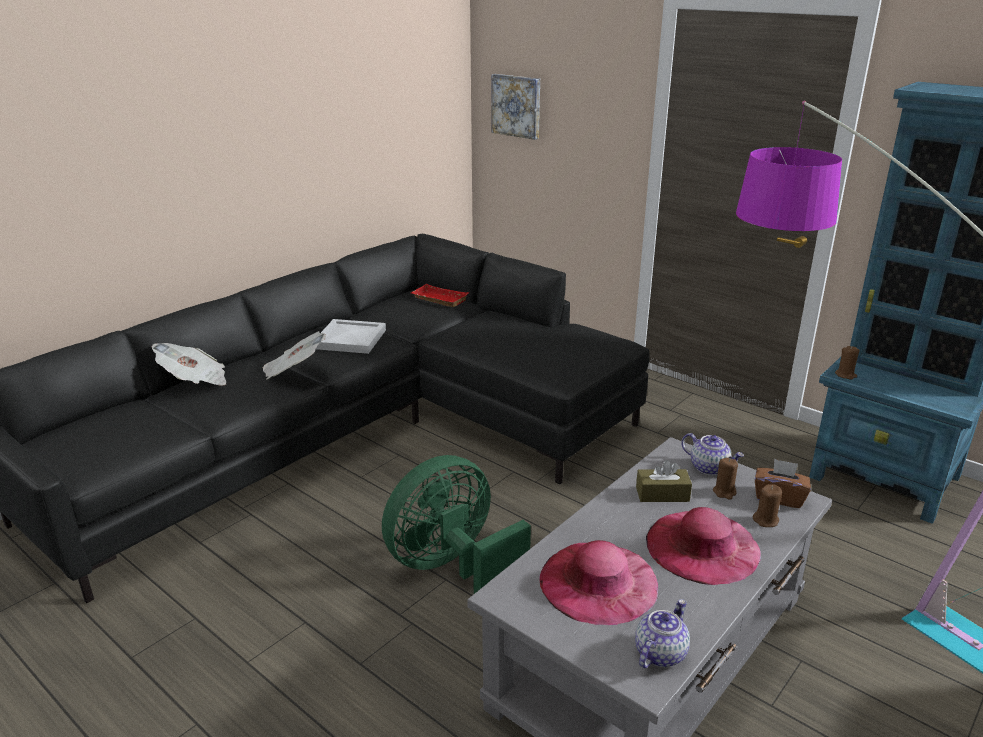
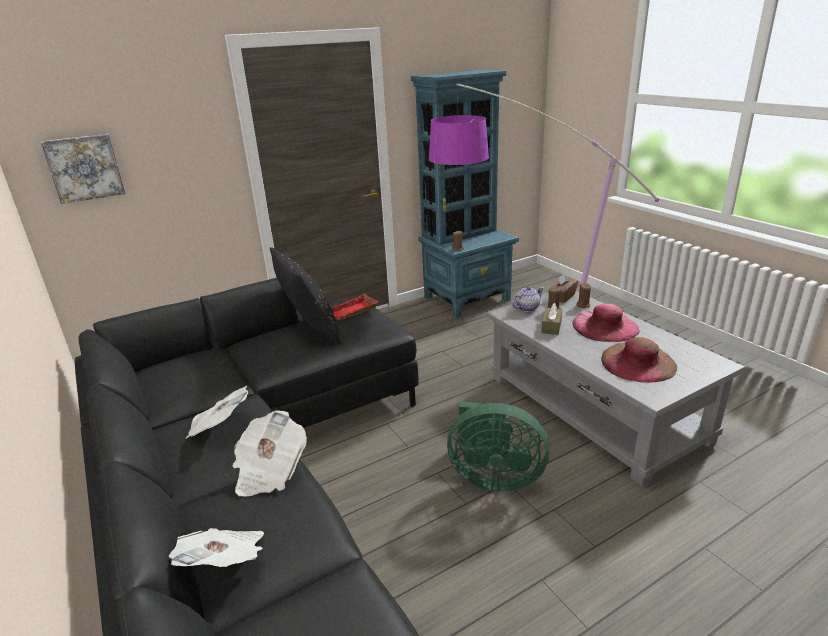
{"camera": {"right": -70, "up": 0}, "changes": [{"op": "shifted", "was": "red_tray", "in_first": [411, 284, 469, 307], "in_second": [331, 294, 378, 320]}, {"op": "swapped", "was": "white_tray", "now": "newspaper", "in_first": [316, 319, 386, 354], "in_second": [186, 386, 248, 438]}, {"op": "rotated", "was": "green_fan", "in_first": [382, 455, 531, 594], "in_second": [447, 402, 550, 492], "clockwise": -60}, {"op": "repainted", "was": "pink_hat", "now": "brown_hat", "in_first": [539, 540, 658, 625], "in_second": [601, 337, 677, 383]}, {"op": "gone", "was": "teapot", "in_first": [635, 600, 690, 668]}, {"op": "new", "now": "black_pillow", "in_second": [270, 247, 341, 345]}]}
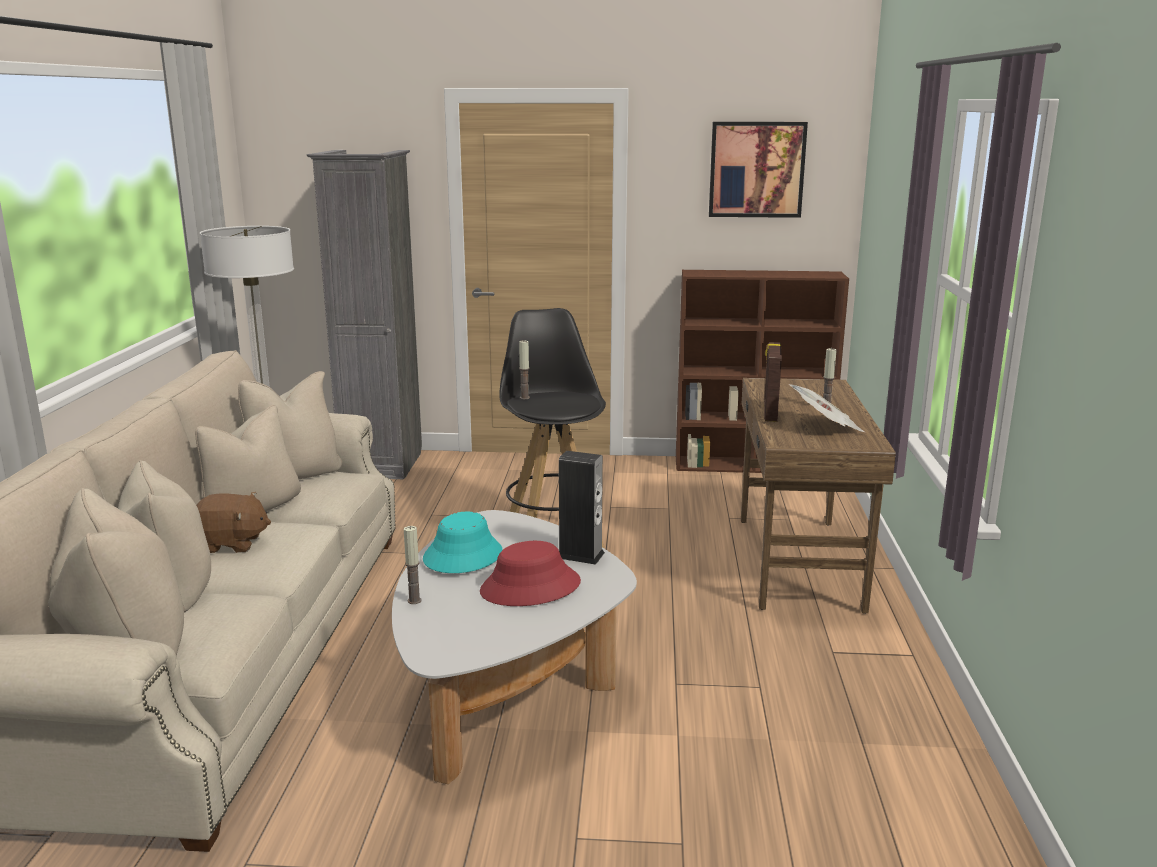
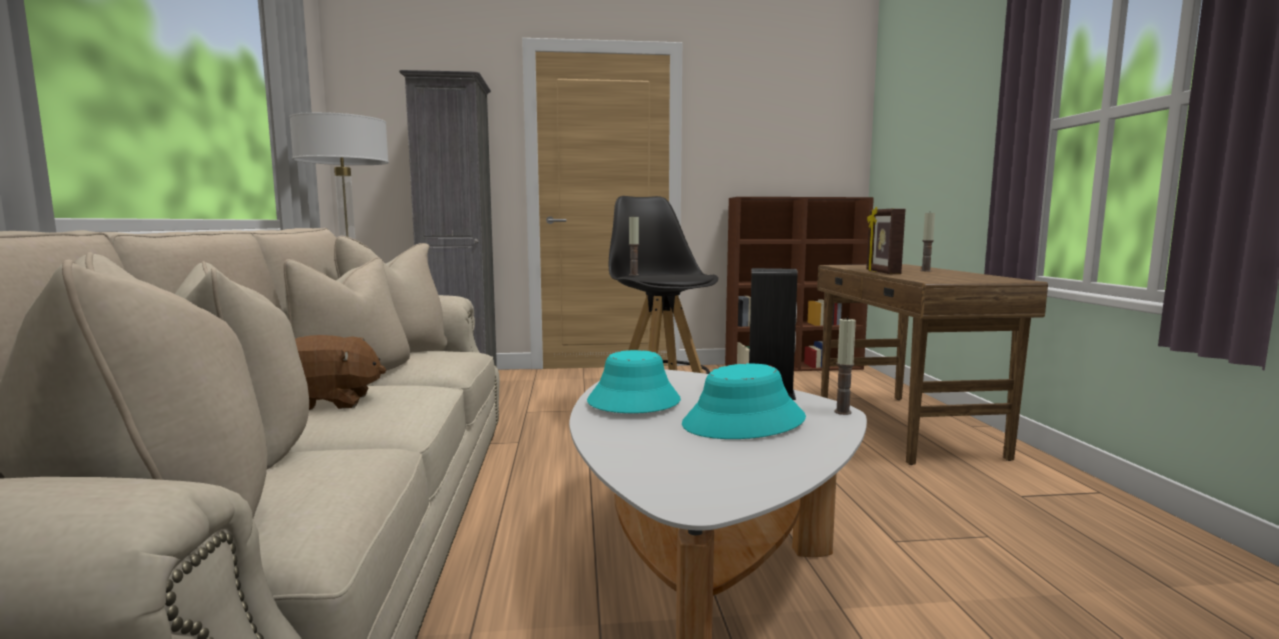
{"camera": {"right": -10, "up": -10}, "changes": [{"op": "gone", "was": "picture", "in_first": [709, 122, 808, 218]}, {"op": "gone", "was": "newspaper", "in_first": [789, 384, 864, 432]}, {"op": "shifted", "was": "candle", "in_first": [404, 526, 422, 604], "in_second": [834, 317, 856, 415]}, {"op": "repainted", "was": "red_hat", "now": "turquoise_hat", "in_first": [480, 541, 581, 606], "in_second": [682, 364, 806, 439]}]}
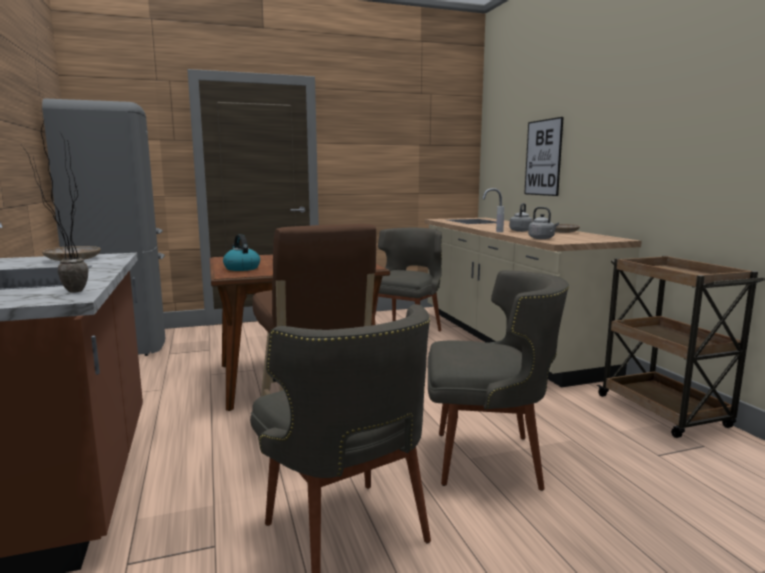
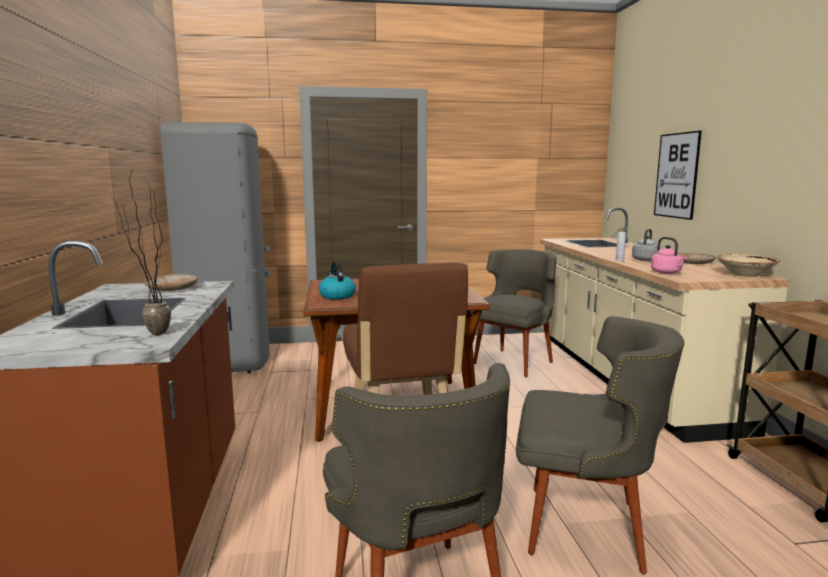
{"camera": {"right": 10, "up": 0}, "changes": [{"op": "repainted", "was": "grey_kettle", "now": "pink_kettle", "in_first": [528, 207, 559, 239], "in_second": [651, 237, 687, 274]}, {"op": "new", "now": "beige_bowl", "in_second": [716, 254, 780, 277]}]}
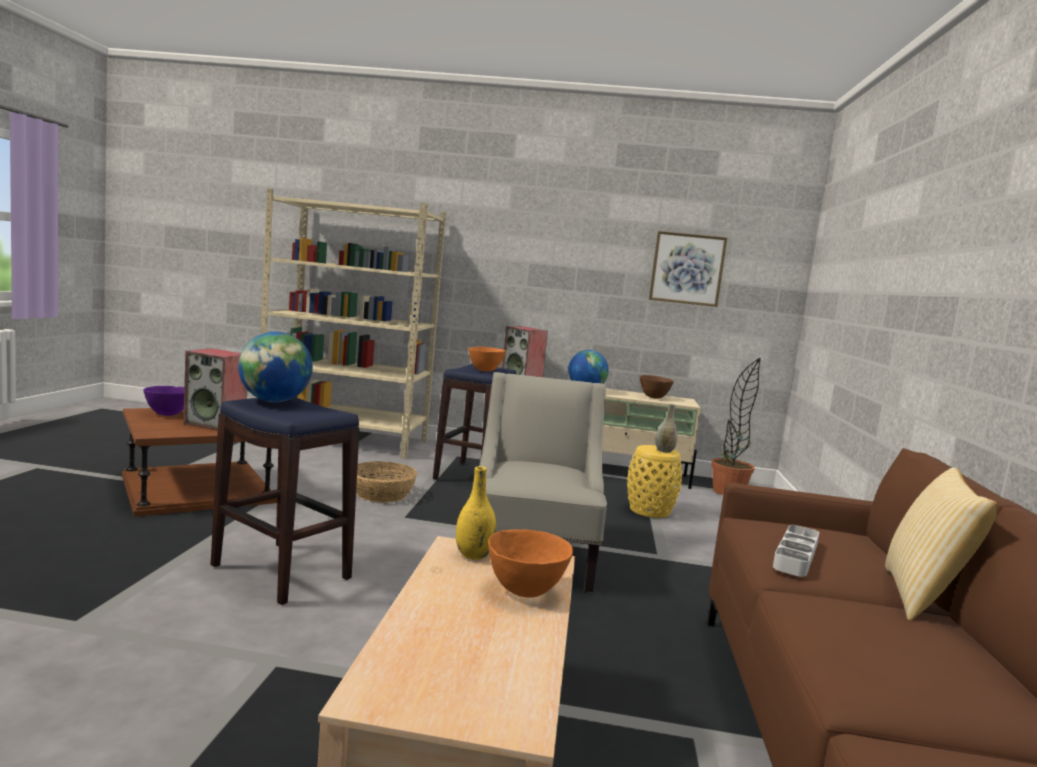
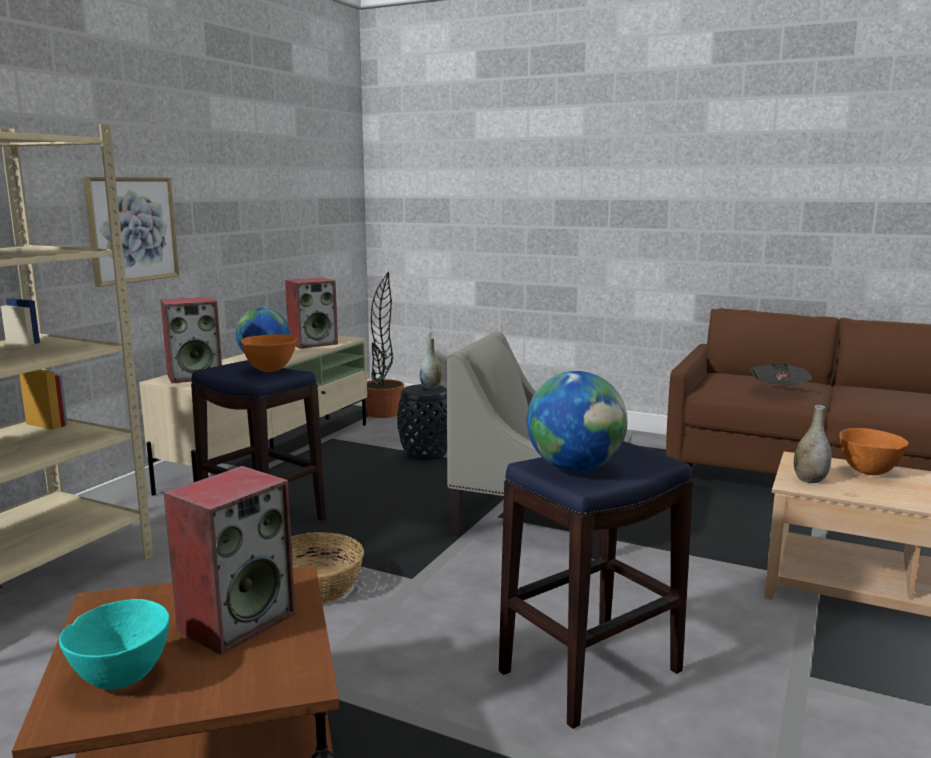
{"camera": {"right": -70, "up": 5}, "changes": [{"op": "shifted", "was": "picture", "in_first": [649, 231, 727, 307], "in_second": [83, 177, 179, 287]}, {"op": "swapped", "was": "brown_bowl", "now": "speaker", "in_first": [640, 375, 674, 399], "in_second": [285, 278, 338, 349]}, {"op": "repainted", "was": "purple_bowl", "now": "turquoise_bowl", "in_first": [143, 386, 184, 416], "in_second": [59, 599, 170, 690]}, {"op": "repainted", "was": "yellow_stool", "now": "black_stool", "in_first": [627, 445, 682, 518], "in_second": [397, 384, 447, 460]}, {"op": "repainted", "was": "yellow_vase", "now": "grey_vase", "in_first": [456, 466, 497, 560], "in_second": [794, 405, 832, 483]}, {"op": "gone", "was": "pillow", "in_first": [885, 468, 997, 621]}, {"op": "swapped", "was": "grey_tray", "now": "newspaper", "in_first": [773, 525, 819, 577], "in_second": [749, 364, 813, 386]}]}
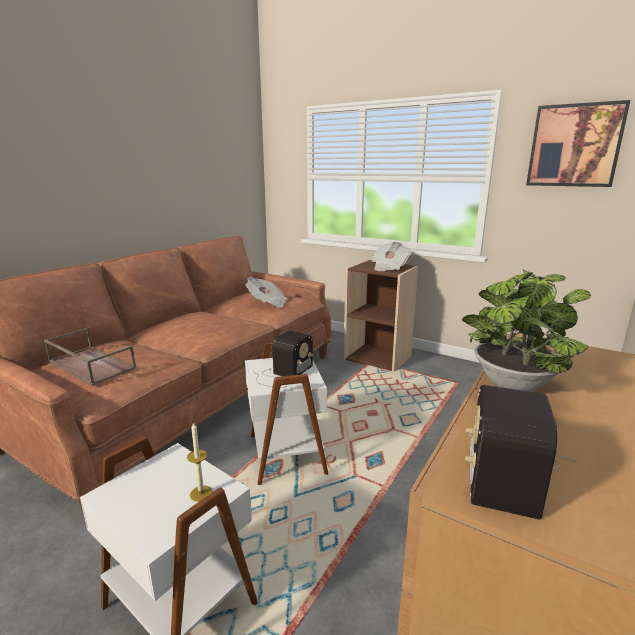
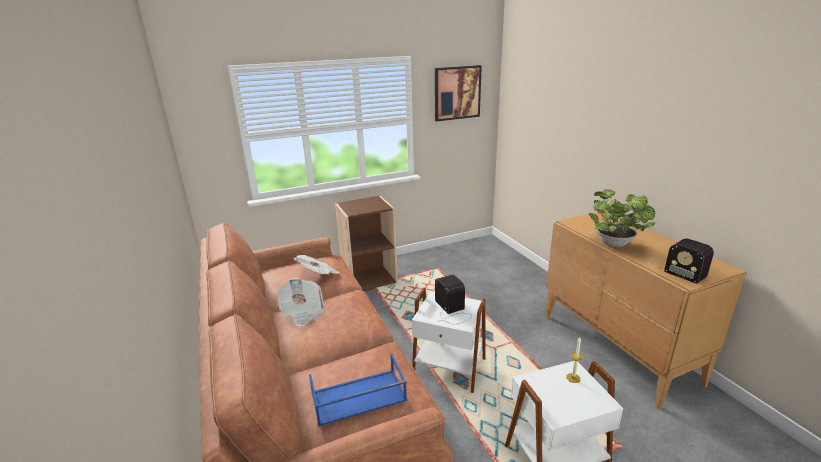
{"camera": {"right": -55, "up": 5}, "changes": [{"op": "shifted", "was": "newspaper", "in_first": [372, 242, 411, 271], "in_second": [277, 278, 324, 327]}, {"op": "repainted", "was": "brown_tray", "now": "blue_tray", "in_first": [44, 328, 136, 386], "in_second": [309, 353, 407, 427]}]}
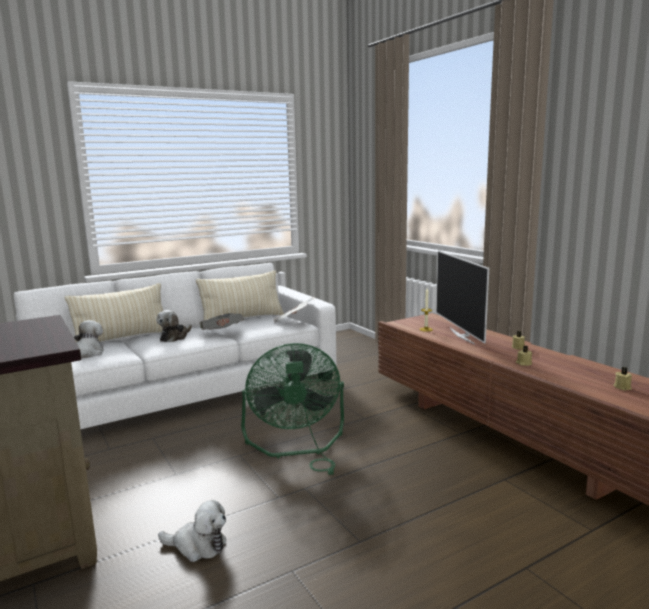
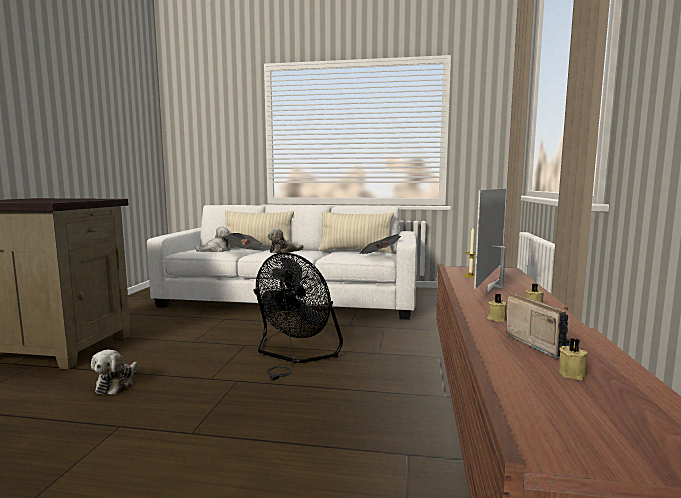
{"camera": {"right": 40, "up": -5}, "changes": [{"op": "shifted", "was": "newspaper", "in_first": [199, 313, 244, 330], "in_second": [225, 233, 263, 250]}, {"op": "repainted", "was": "green_fan", "now": "black_fan", "in_first": [241, 343, 344, 475], "in_second": [253, 253, 343, 381]}, {"op": "rotated", "was": "plush_toy", "in_first": [158, 500, 226, 562], "in_second": [91, 350, 137, 395], "clockwise": 45}, {"op": "new", "now": "radio", "in_second": [506, 293, 570, 358]}]}
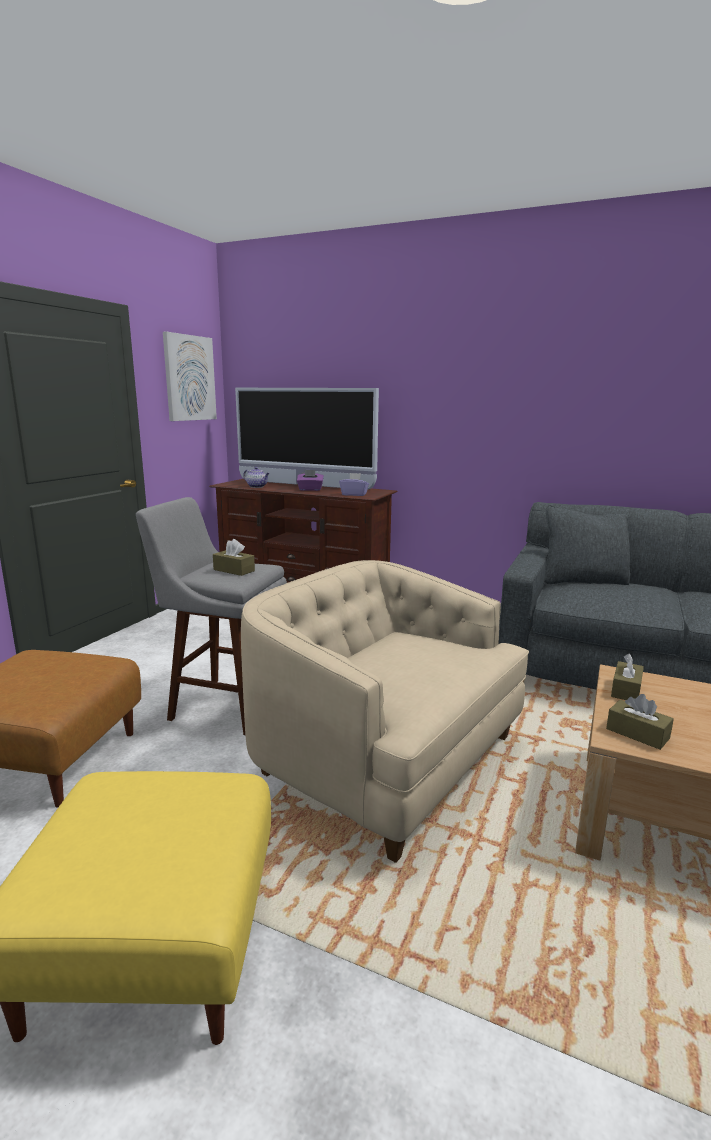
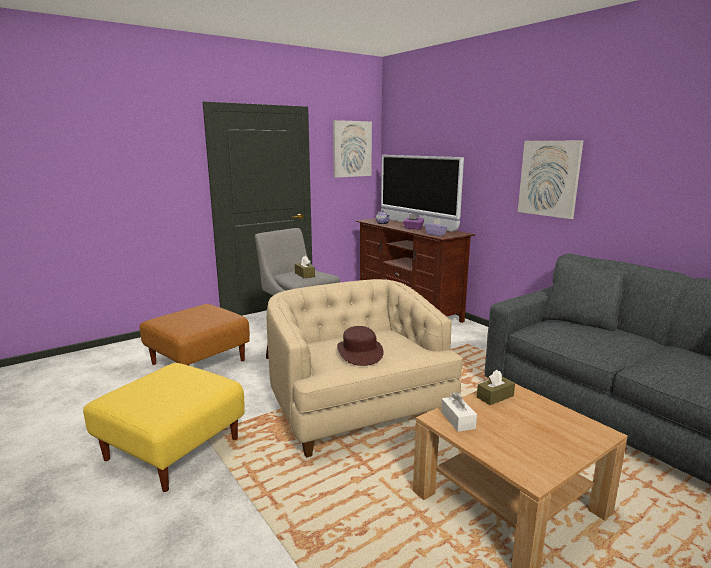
{"camera": {"right": 30, "up": 0}, "changes": [{"op": "repainted", "was": "brown_tissue_box", "now": "white_tissue_box", "in_first": [606, 694, 674, 750], "in_second": [441, 392, 477, 432]}, {"op": "new", "now": "picture", "in_second": [518, 141, 583, 219]}, {"op": "new", "now": "brown_hat", "in_second": [337, 326, 384, 366]}]}
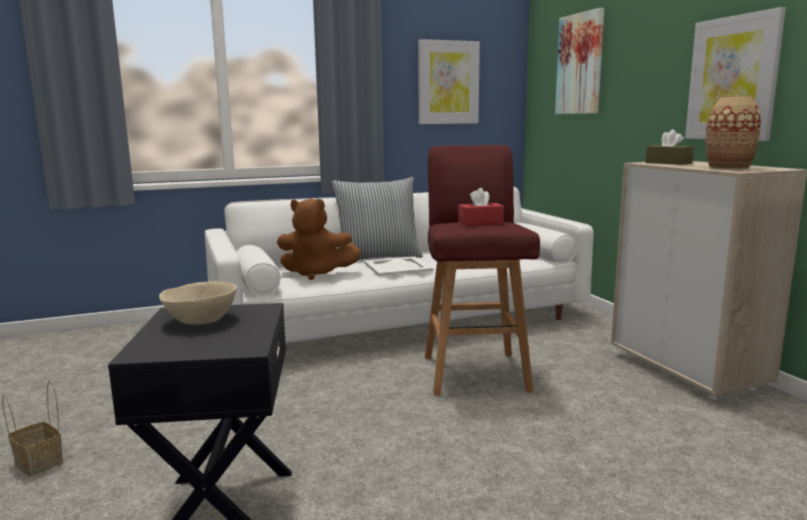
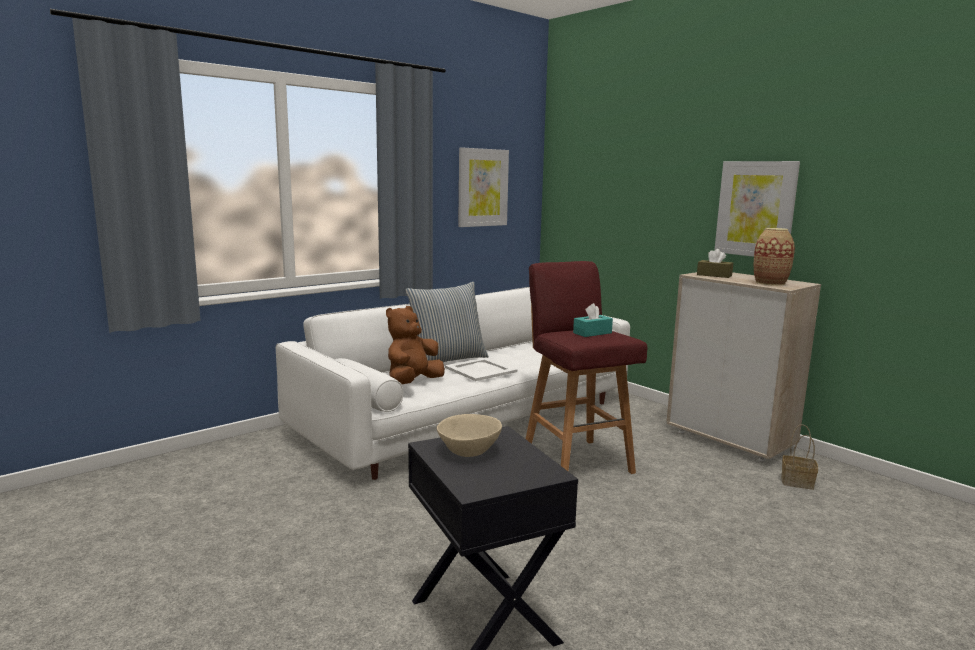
{"camera": {"right": -20, "up": 0}, "changes": [{"op": "gone", "was": "picture", "in_first": [555, 8, 604, 114]}, {"op": "repainted", "was": "red_tissue_box", "now": "turquoise_tissue_box", "in_first": [458, 188, 504, 226], "in_second": [573, 303, 613, 337]}, {"op": "rotated", "was": "brown_plush_toy", "in_first": [277, 199, 361, 280], "in_second": [386, 306, 445, 384], "clockwise": 135}, {"op": "shifted", "was": "basket", "in_first": [2, 381, 63, 476], "in_second": [781, 424, 818, 490]}]}
